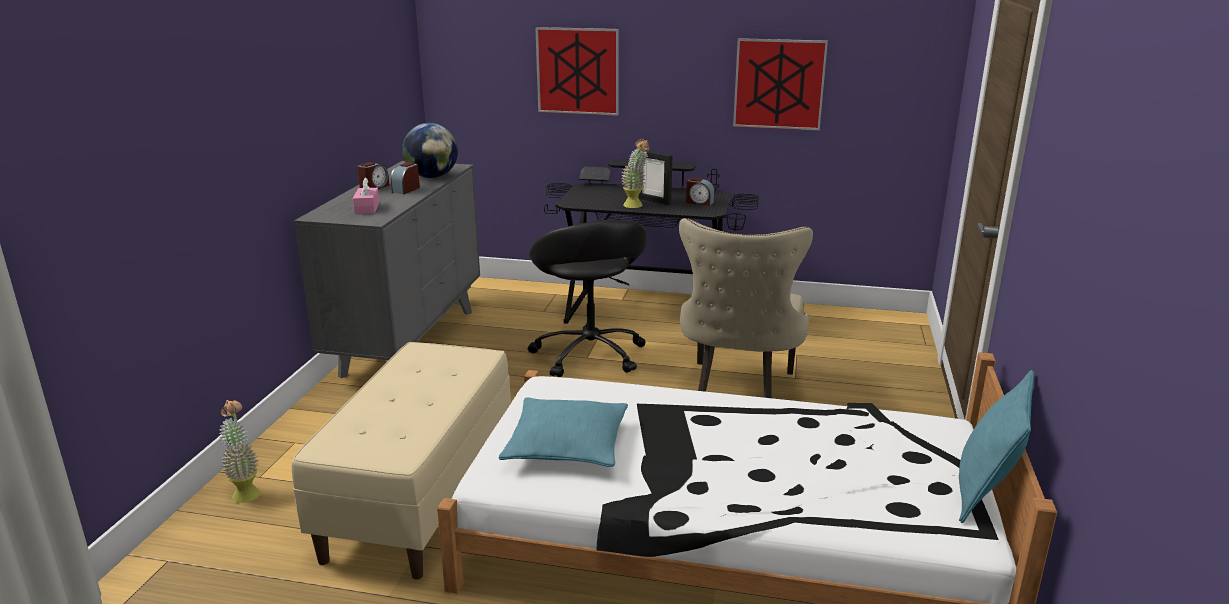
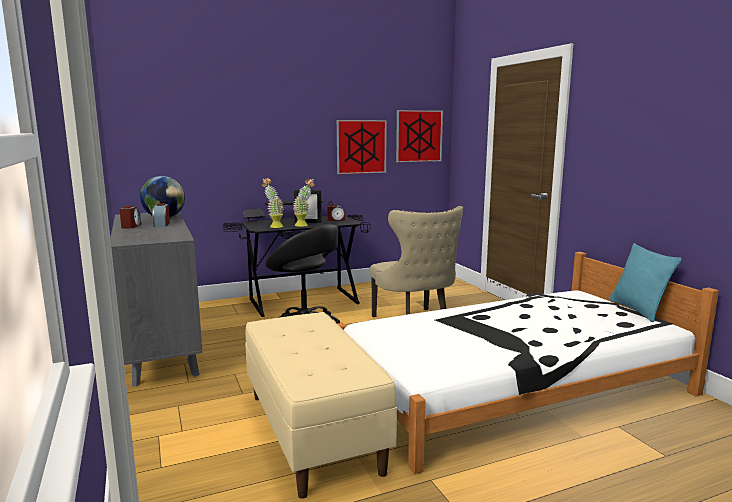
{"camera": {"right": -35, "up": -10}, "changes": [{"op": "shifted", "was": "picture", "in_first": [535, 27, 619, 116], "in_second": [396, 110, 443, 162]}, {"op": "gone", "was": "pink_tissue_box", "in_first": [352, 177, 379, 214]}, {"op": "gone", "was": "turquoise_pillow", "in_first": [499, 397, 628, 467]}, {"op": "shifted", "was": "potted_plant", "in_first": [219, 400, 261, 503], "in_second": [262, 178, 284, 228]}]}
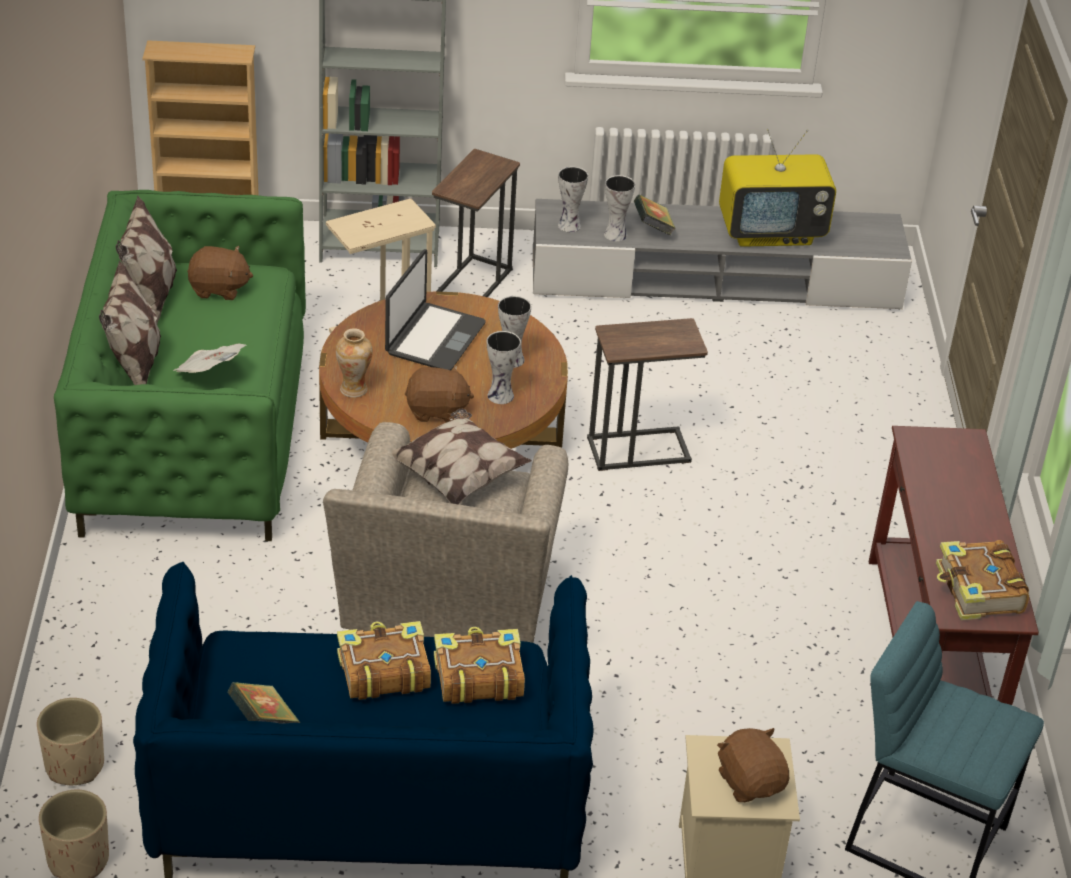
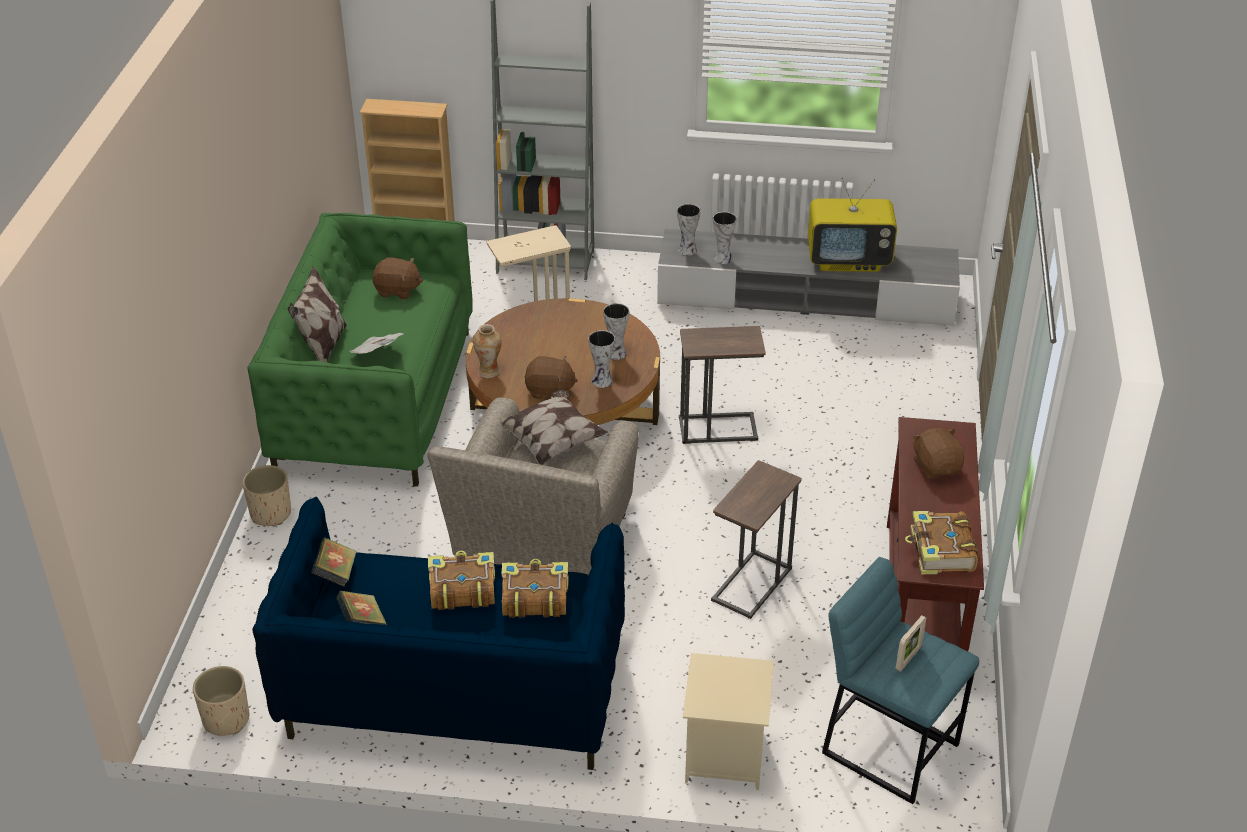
{"camera": {"right": 10, "up": 0}, "changes": [{"op": "shifted", "was": "brown_side_table", "in_first": [432, 149, 520, 297], "in_second": [711, 460, 802, 619]}, {"op": "shifted", "was": "book", "in_first": [634, 195, 676, 236], "in_second": [311, 537, 356, 587]}, {"op": "gone", "was": "pillow", "in_first": [116, 196, 177, 324]}, {"op": "gone", "was": "laptop", "in_first": [385, 249, 486, 370]}, {"op": "shifted", "was": "beige_planter", "in_first": [37, 698, 104, 785], "in_second": [242, 465, 291, 526]}, {"op": "shifted", "was": "brown_plush_toy", "in_first": [717, 728, 789, 802], "in_second": [912, 428, 964, 479]}, {"op": "new", "now": "picture_frame", "in_second": [896, 615, 926, 672]}]}
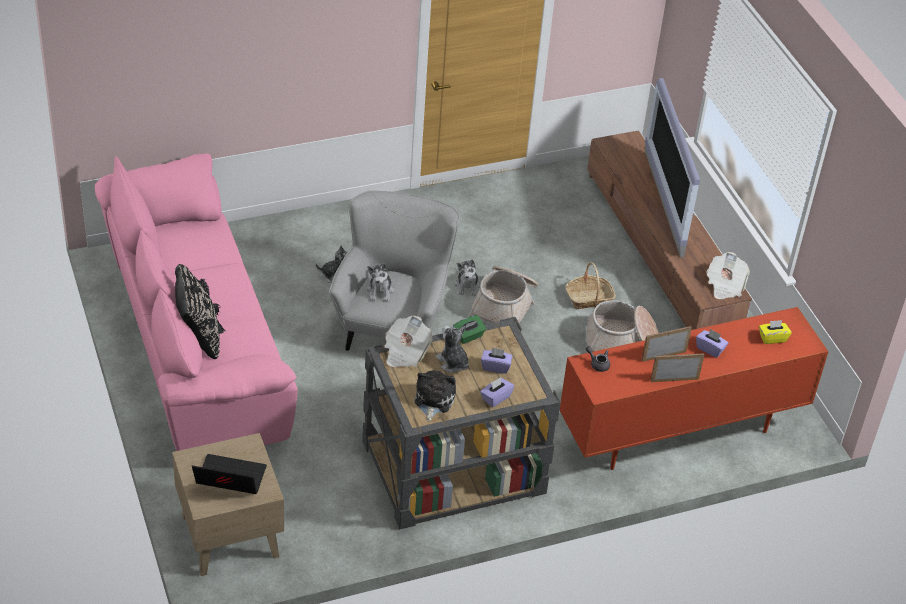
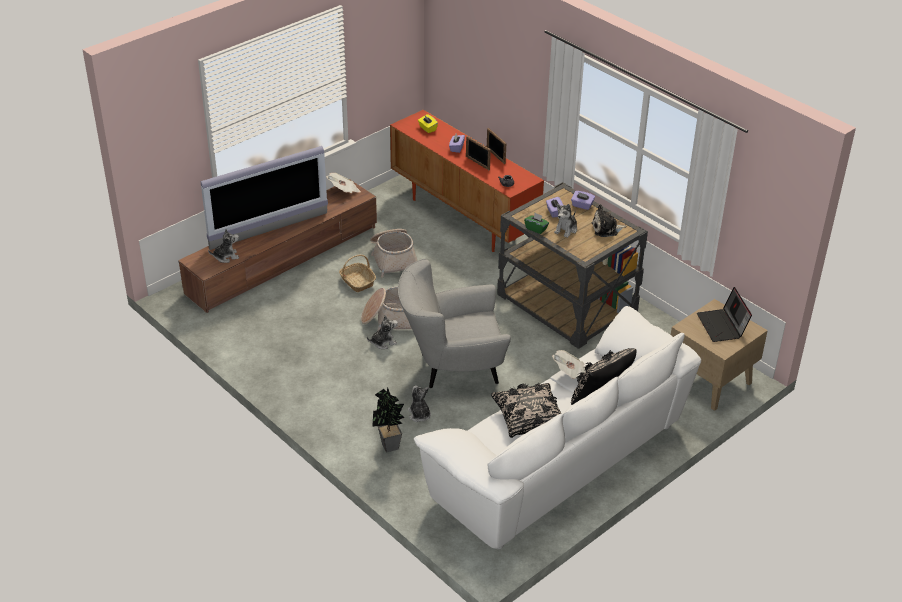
{"camera": {"right": -110, "up": -5}, "changes": [{"op": "repainted", "was": "pink_sofa", "now": "white_sofa", "in_first": [95, 153, 298, 451], "in_second": [414, 306, 701, 549]}, {"op": "shifted", "was": "plush_toy", "in_first": [367, 263, 394, 302], "in_second": [208, 229, 239, 263]}, {"op": "shifted", "was": "newspaper", "in_first": [384, 316, 433, 367], "in_second": [552, 350, 586, 379]}, {"op": "new", "now": "black_pillow", "in_second": [491, 383, 562, 438]}, {"op": "new", "now": "potted_plant", "in_second": [372, 387, 405, 452]}]}
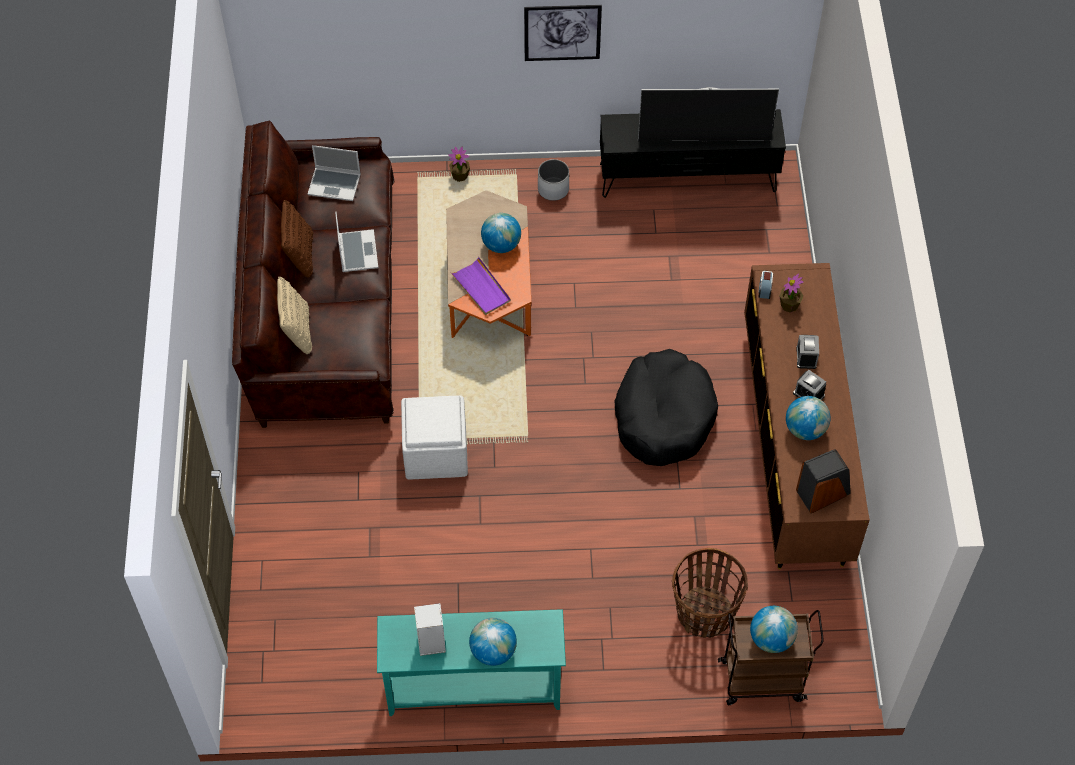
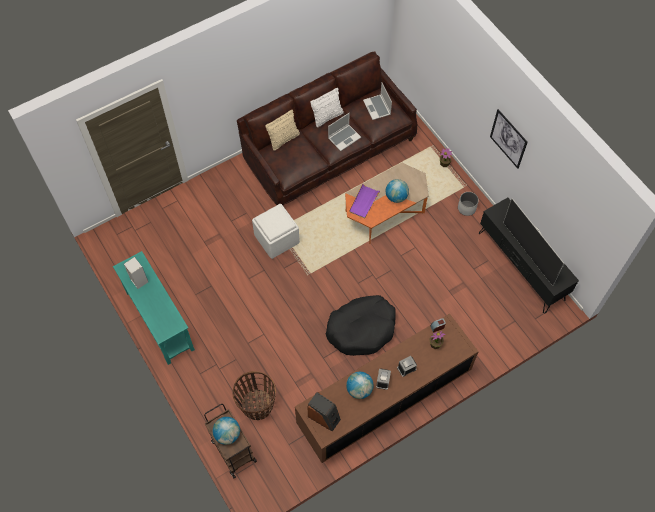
{"camera": {"right": 60, "up": 5}, "changes": [{"op": "repainted", "was": "brown_pillow", "now": "white_pillow", "in_first": [281, 200, 313, 278], "in_second": [310, 88, 343, 127]}, {"op": "gone", "was": "globe", "in_first": [469, 618, 517, 666]}]}
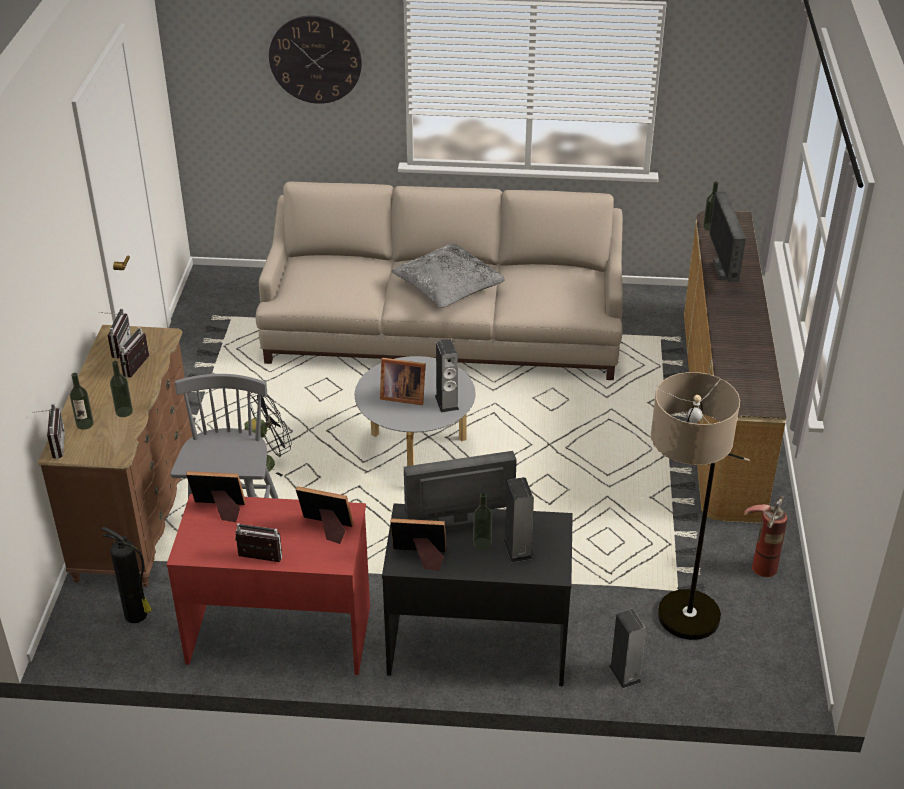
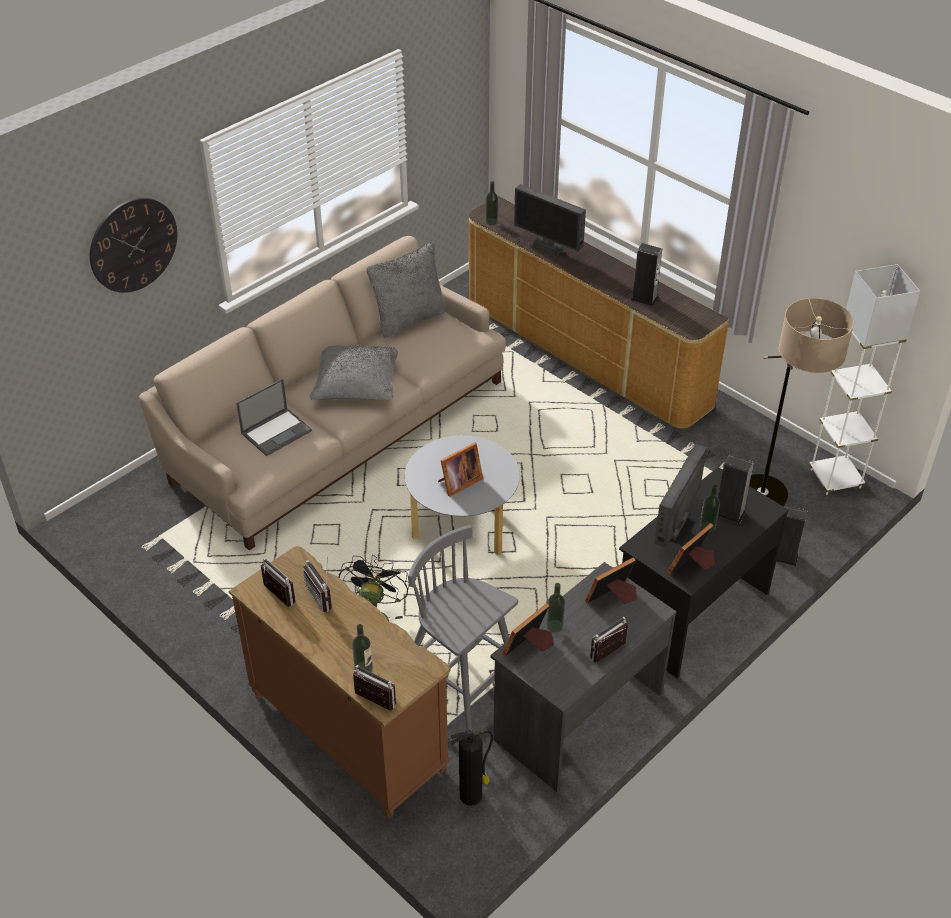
{"camera": {"right": -50, "up": 5}, "changes": [{"op": "shifted", "was": "speaker", "in_first": [435, 339, 459, 413], "in_second": [631, 243, 662, 306]}, {"op": "shifted", "was": "bottle", "in_first": [110, 361, 133, 417], "in_second": [546, 583, 565, 633]}, {"op": "repainted", "was": "red_desk", "now": "grey_desk", "in_first": [167, 494, 370, 675], "in_second": [490, 562, 677, 792]}, {"op": "gone", "was": "fire_extinguisher", "in_first": [744, 496, 788, 577]}, {"op": "new", "now": "grey_pillow", "in_second": [366, 242, 446, 338]}, {"op": "new", "now": "white_floor_lamp", "in_second": [809, 264, 920, 495]}, {"op": "new", "now": "laptop", "in_second": [236, 379, 312, 456]}]}
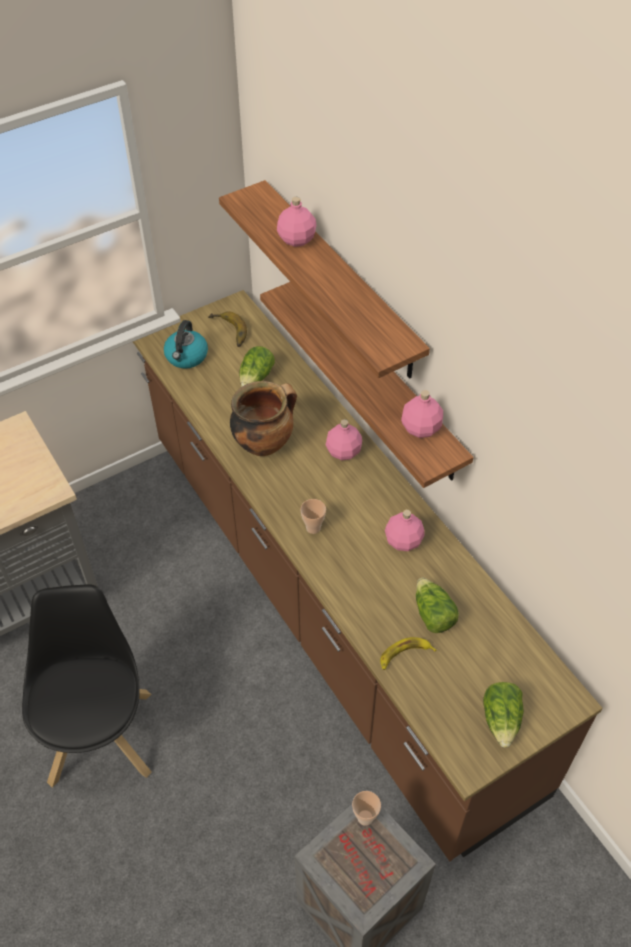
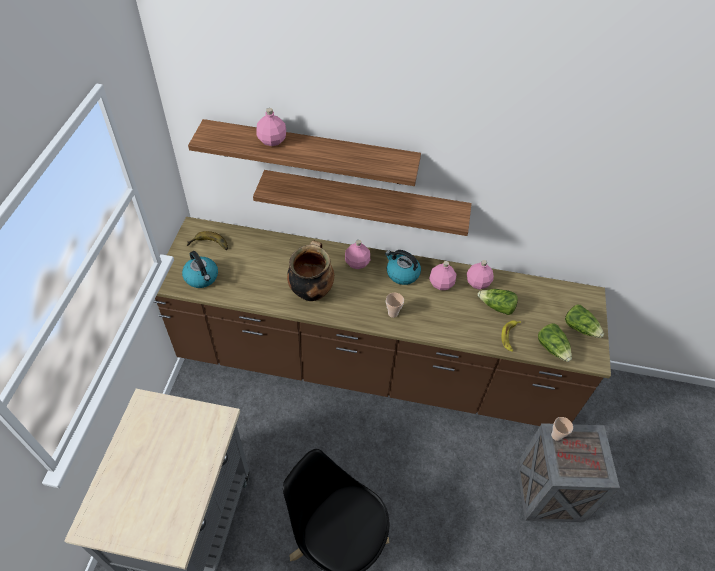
{"camera": {"right": -50, "up": 0}, "changes": [{"op": "shifted", "was": "lettuce", "in_first": [239, 346, 275, 387], "in_second": [538, 323, 572, 362]}, {"op": "shifted", "was": "pink_bottle", "in_first": [401, 390, 443, 438], "in_second": [467, 260, 494, 290]}, {"op": "new", "now": "kettle", "in_second": [385, 250, 421, 285]}]}
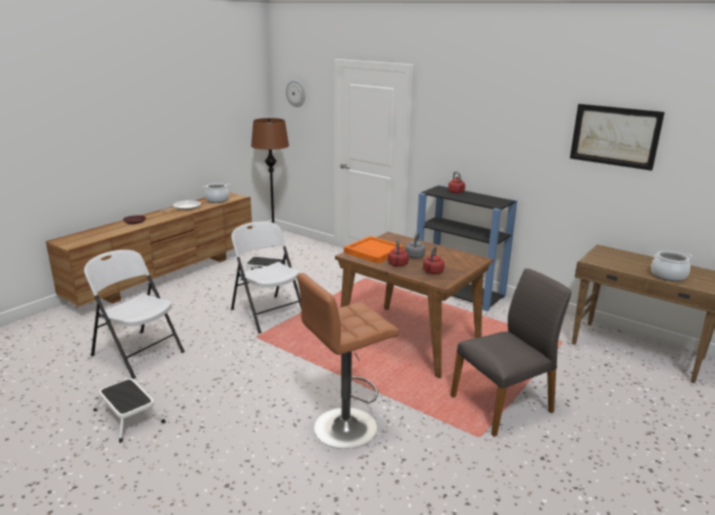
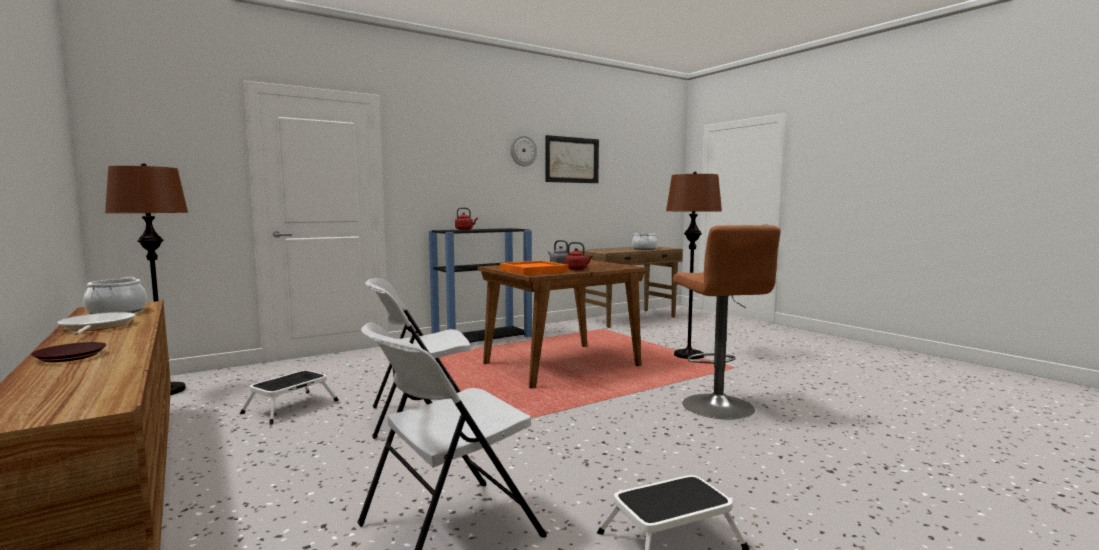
{"camera": {"right": -70, "up": -15}, "changes": [{"op": "shifted", "was": "wall_clock", "in_first": [286, 80, 305, 107], "in_second": [511, 135, 537, 166]}, {"op": "gone", "was": "red_kettle", "in_first": [423, 246, 445, 274]}, {"op": "swapped", "was": "grey_chair", "now": "brown_floor_lamp", "in_first": [450, 268, 571, 437], "in_second": [666, 172, 722, 359]}]}
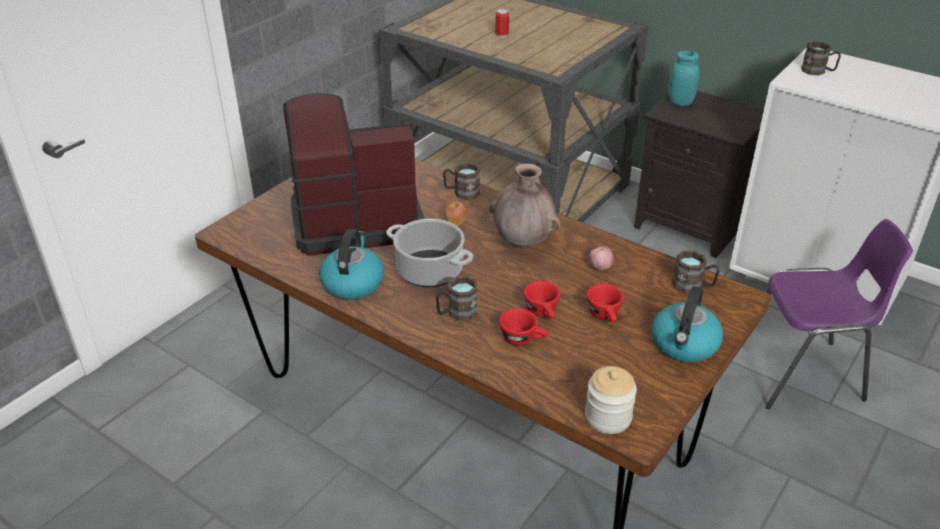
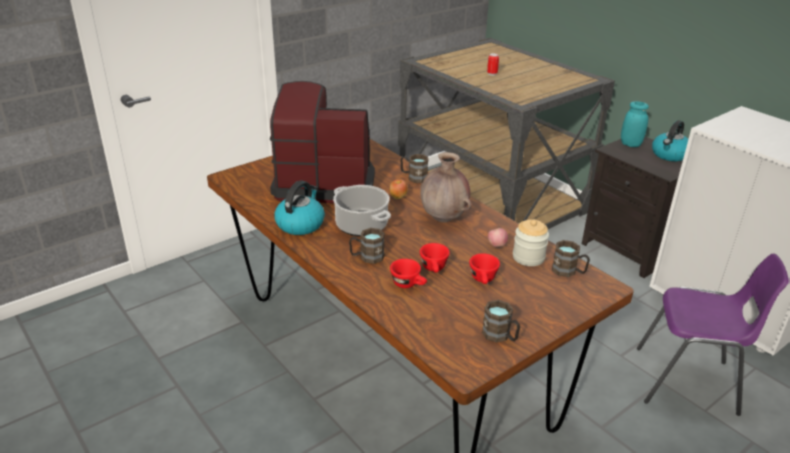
{"camera": {"right": 15, "up": -5}, "changes": [{"op": "shifted", "was": "brown_mug", "in_first": [801, 41, 841, 75], "in_second": [482, 300, 520, 342]}, {"op": "shifted", "was": "kettle", "in_first": [652, 286, 723, 363], "in_second": [652, 120, 688, 161]}, {"op": "shifted", "was": "jar", "in_first": [585, 366, 637, 434], "in_second": [513, 219, 549, 266]}]}
